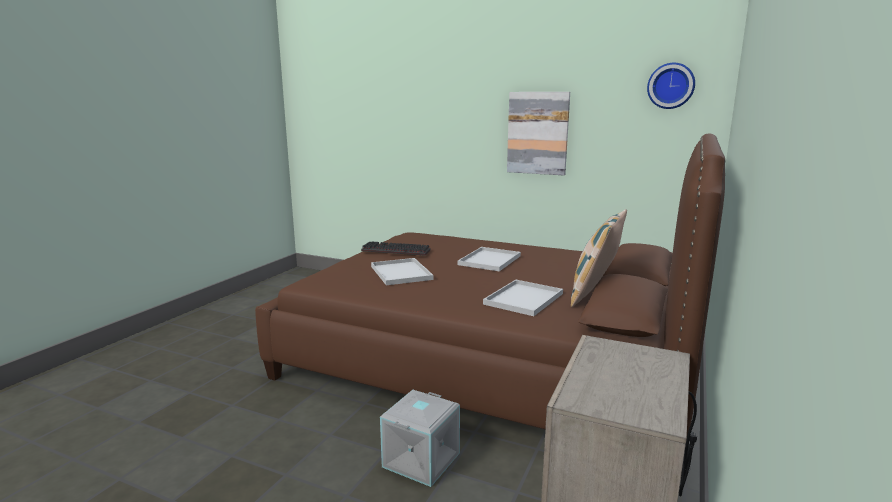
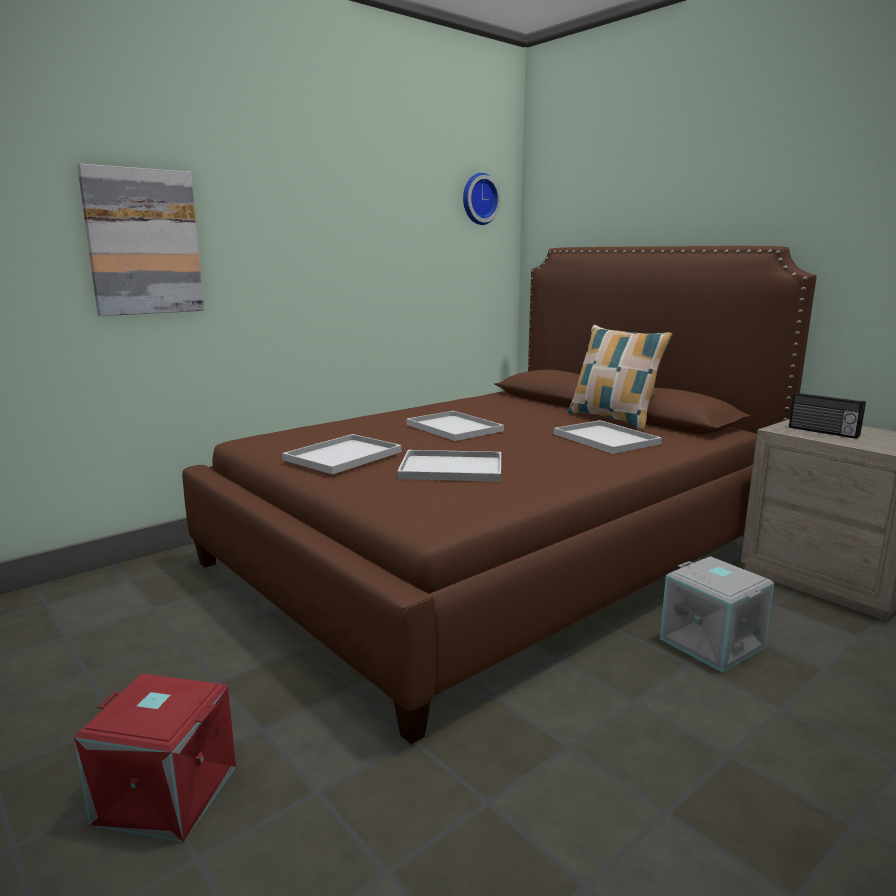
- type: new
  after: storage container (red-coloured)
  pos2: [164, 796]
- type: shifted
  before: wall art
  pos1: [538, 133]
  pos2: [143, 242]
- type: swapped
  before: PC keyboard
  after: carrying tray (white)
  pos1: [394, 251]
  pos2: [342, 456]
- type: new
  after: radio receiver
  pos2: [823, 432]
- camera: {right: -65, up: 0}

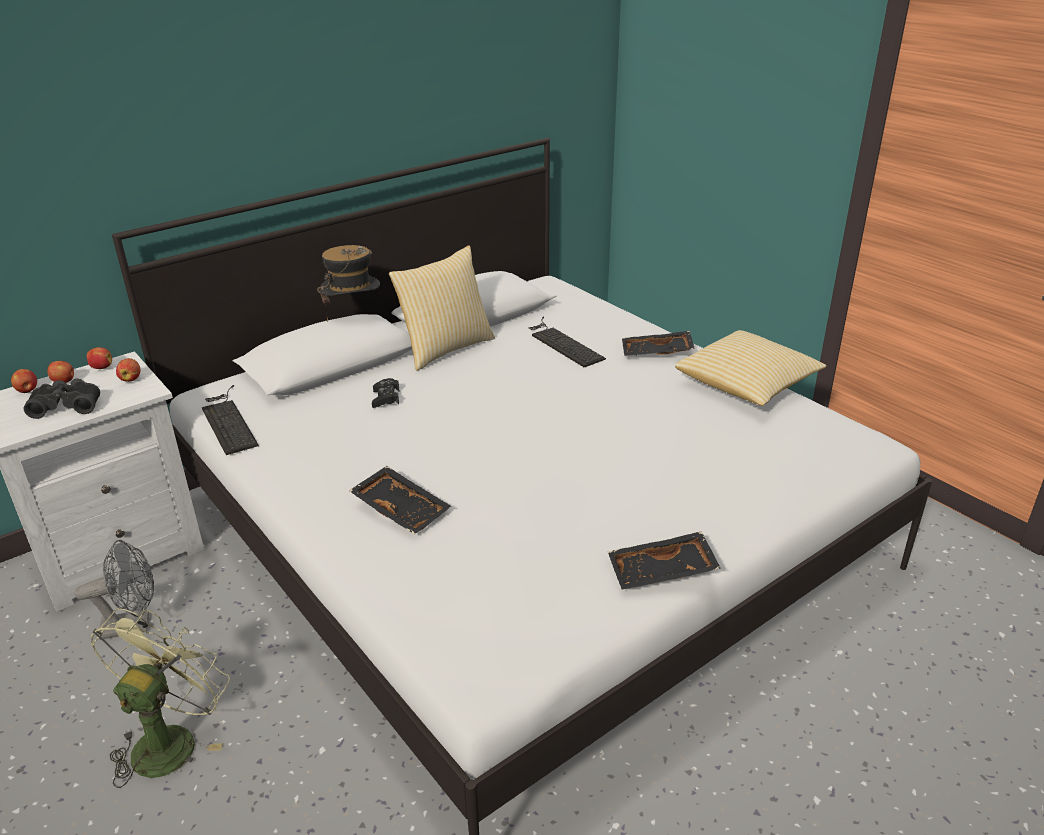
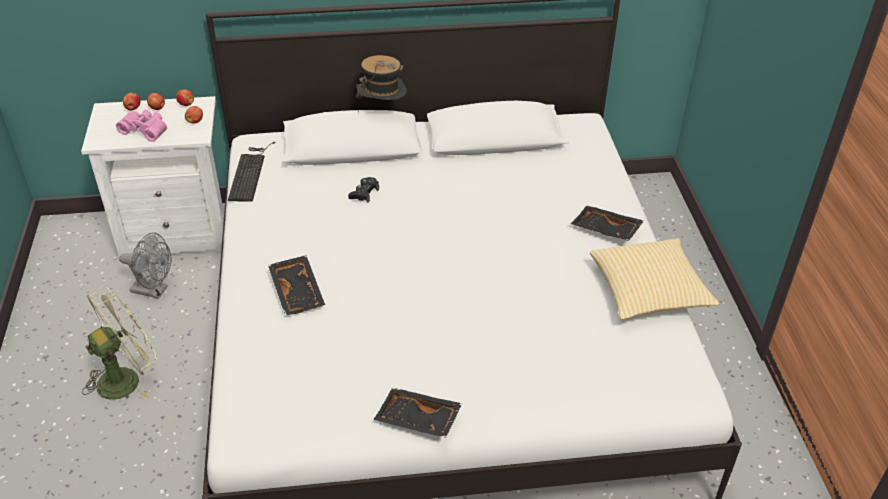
- type: repainted
  before: binoculars (black)
  after: binoculars (pinkish)
  pos1: [67, 405]
  pos2: [145, 130]
- type: gone
  before: pillow
  pos1: [445, 348]
- type: gone
  before: PC keyboard
  pos1: [562, 343]
- camera: {right: 30, up: 10}

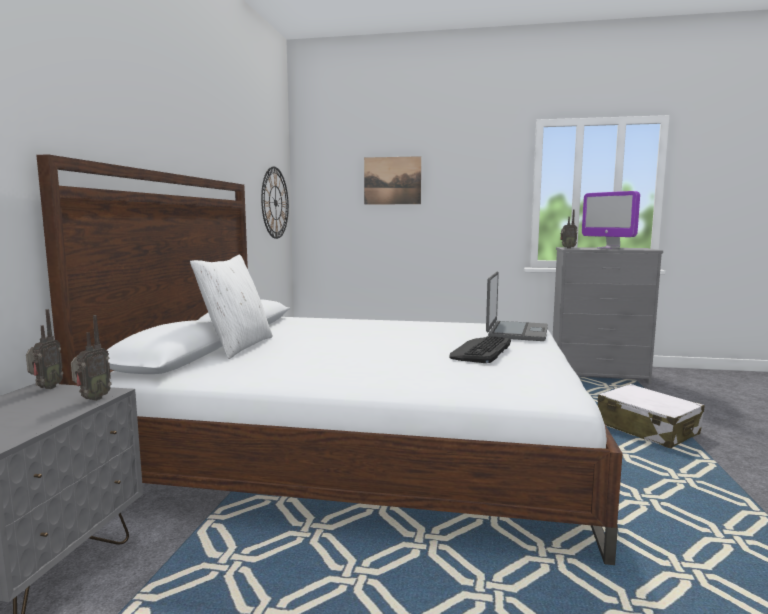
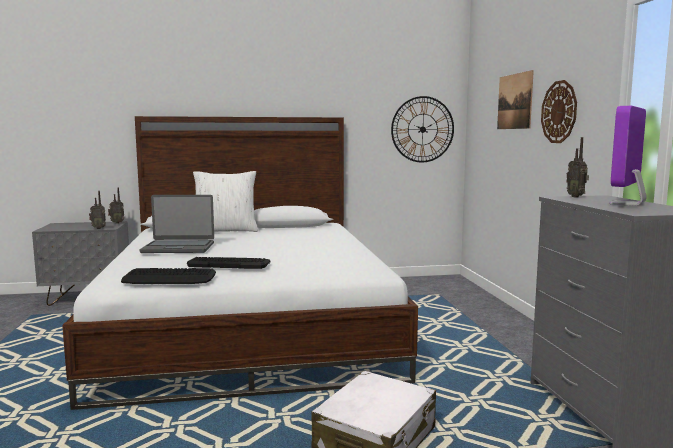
- type: new
  after: PC keyboard
  pos2: [169, 278]
- type: shifted
  before: notebook computer
  pos1: [516, 332]
  pos2: [178, 248]
- type: new
  after: clock on the wall
  pos2: [559, 112]
- camera: {right: 70, up: 0}

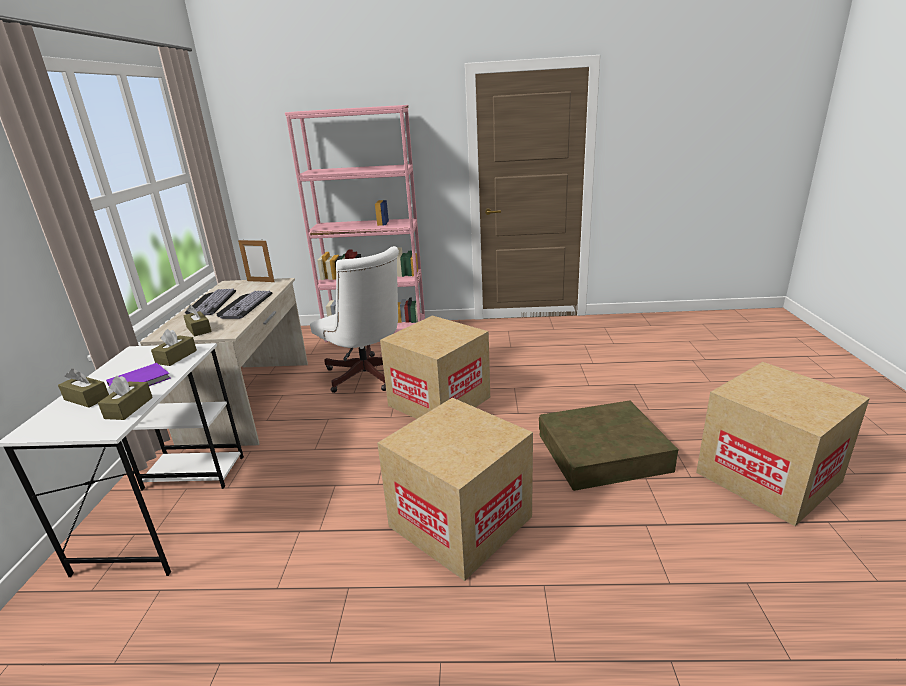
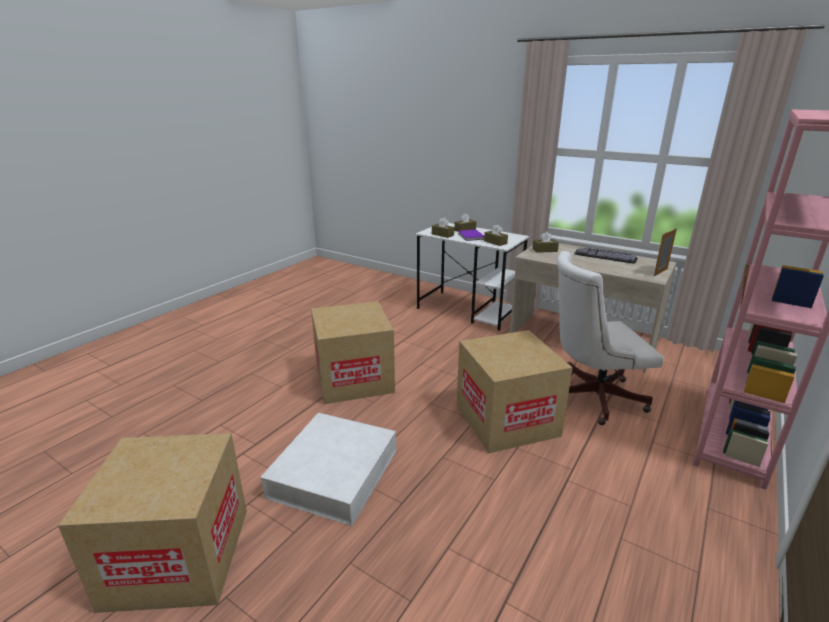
- type: repainted
  before: storage container (brownish)
  after: storage container (white)
  pos1: [603, 452]
  pos2: [334, 473]
- type: gone
  before: PC keyboard
  pos1: [243, 305]
- camera: {right: 120, up: 0}

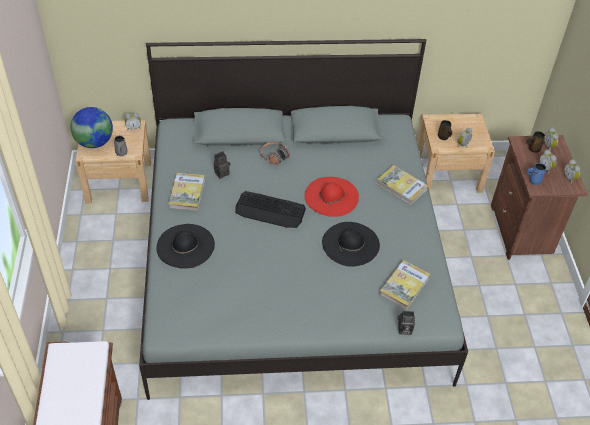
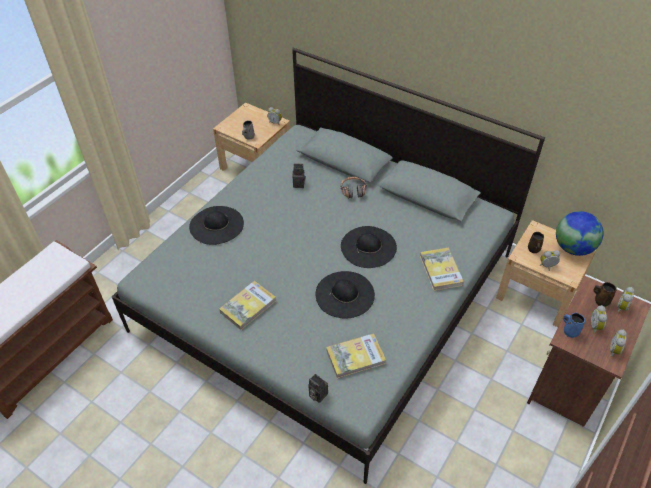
- type: shifted
  before: volume
  pos1: [187, 193]
  pos2: [248, 306]
- type: repainted
  before: clothing hat (red-coloured)
  after: clothing hat (black)
  pos1: [331, 196]
  pos2: [368, 247]
- type: shifted
  before: globe
  pos1: [94, 142]
  pos2: [573, 248]
- type: gone
  before: PC keyboard
  pos1: [270, 210]
- camera: {right: 40, up: 0}

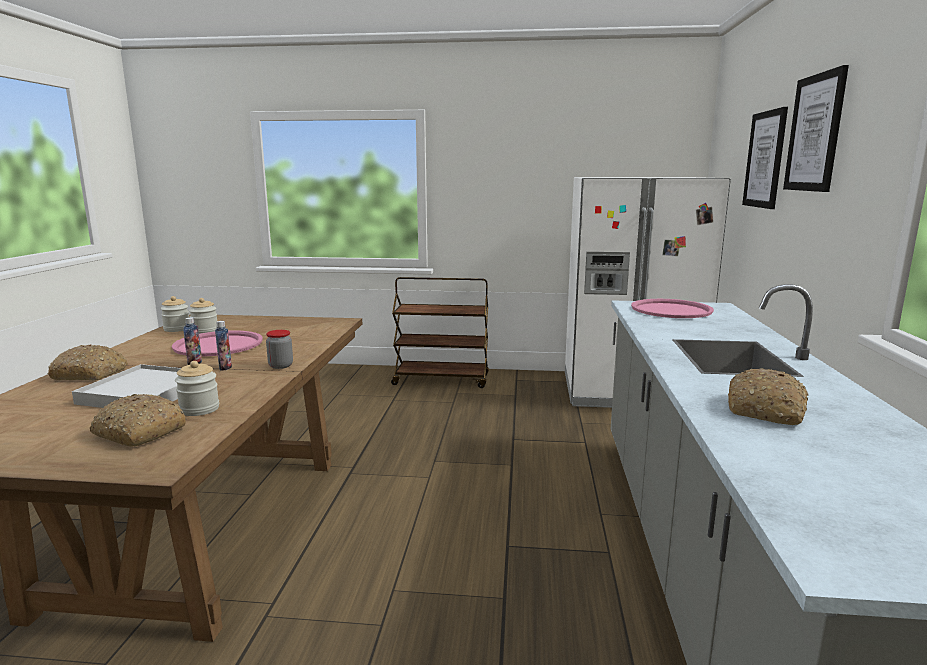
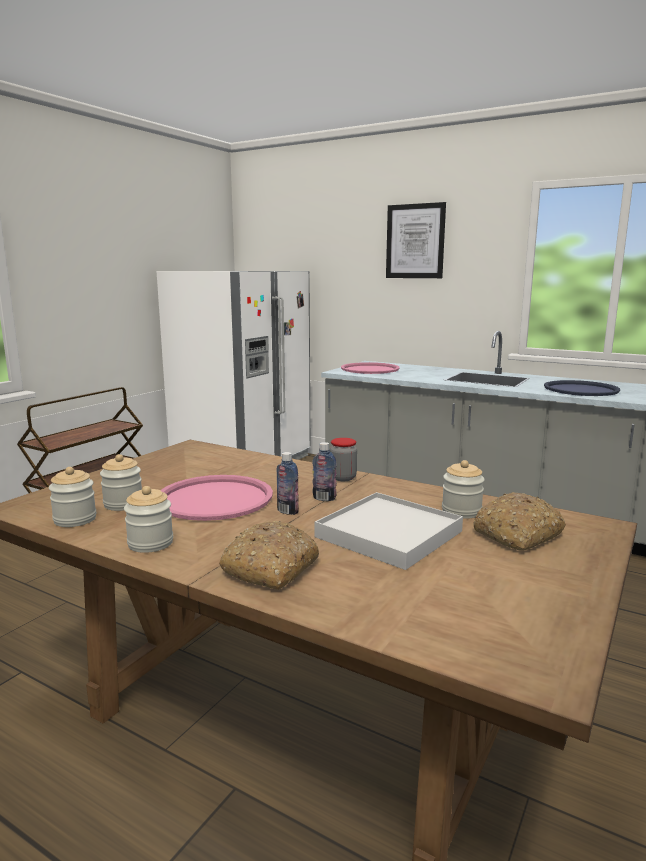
- type: new
  after: storage jar
  pos2: [150, 543]
- type: swapped
  before: bread
  after: carrying tray (bluish)
  pos1: [766, 410]
  pos2: [581, 389]
- type: gone
  before: wall art
  pos1: [765, 159]
- camera: {right: -65, up: 0}

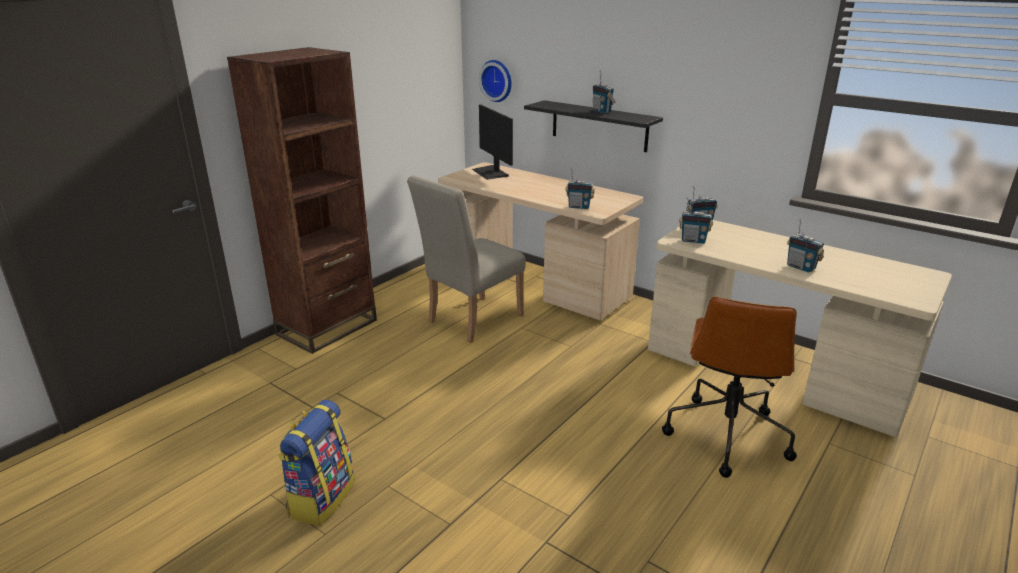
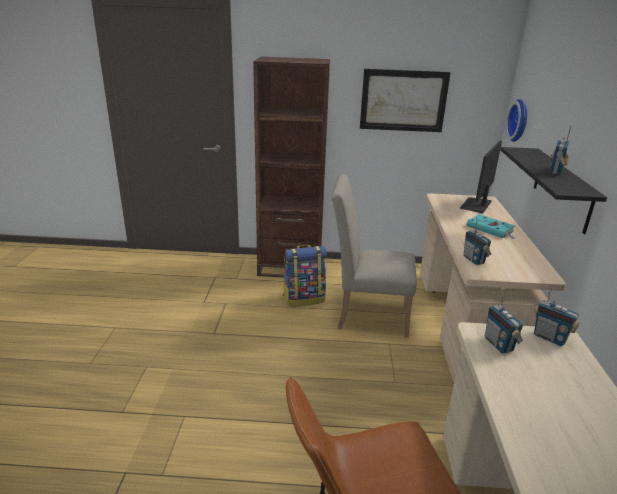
- type: shifted
  before: backpack
  pos1: [321, 498]
  pos2: [304, 298]
- type: new
  after: wall art
  pos2: [403, 100]
- type: new
  after: volume (turquoise)
  pos2: [491, 229]
- type: gone
  before: radio receiver
  pos1: [801, 267]
- camera: {right: 55, up: 0}

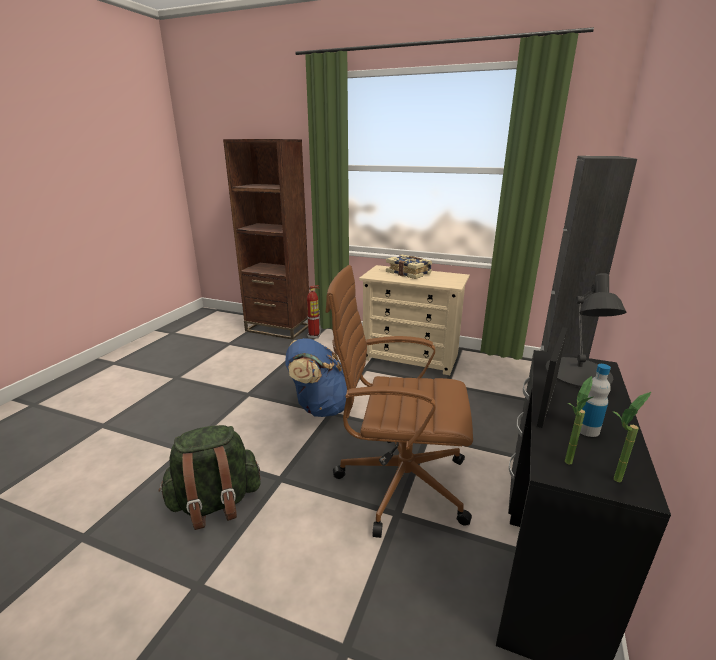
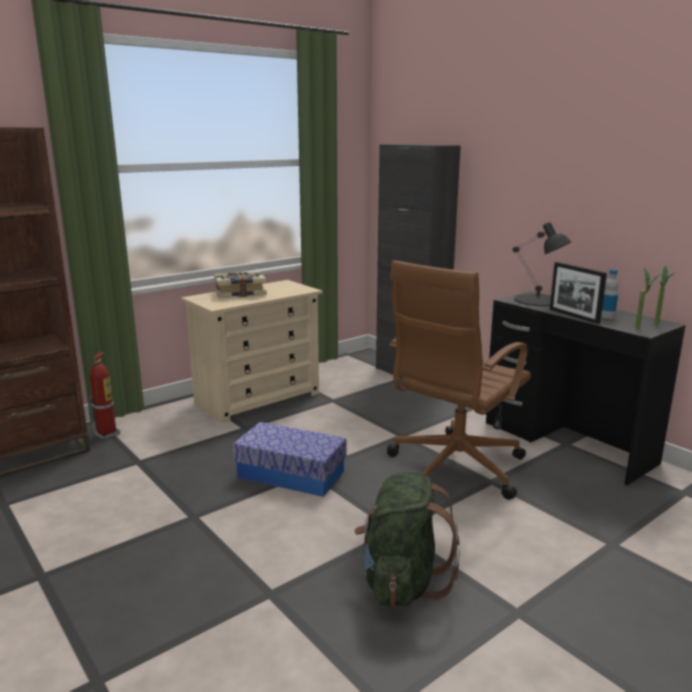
- type: swapped
  before: backpack (bluish)
  after: storage container
  pos1: [320, 407]
  pos2: [290, 474]
- camera: {right: -60, up: -5}

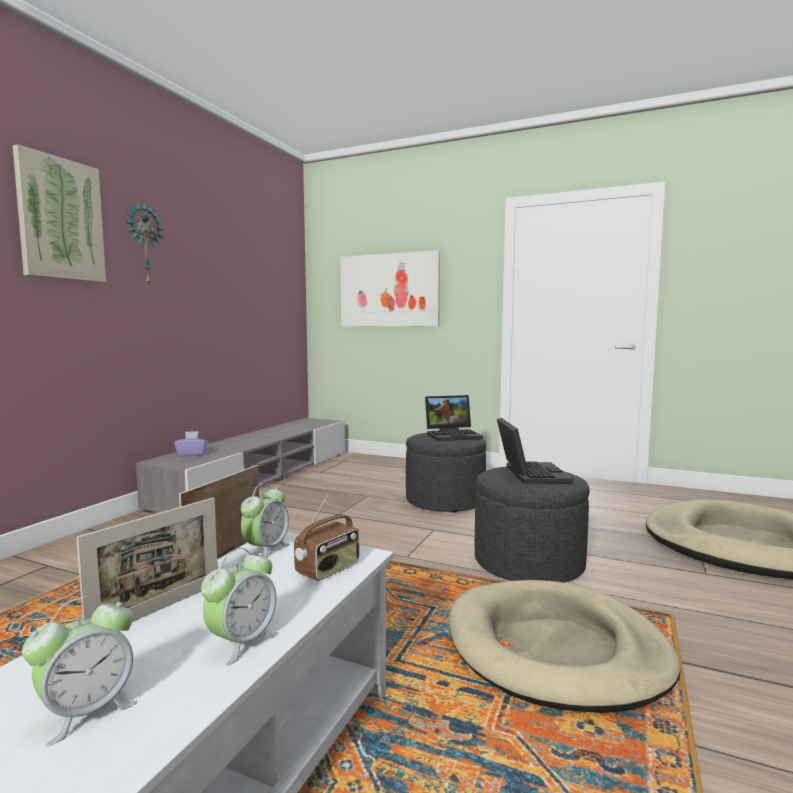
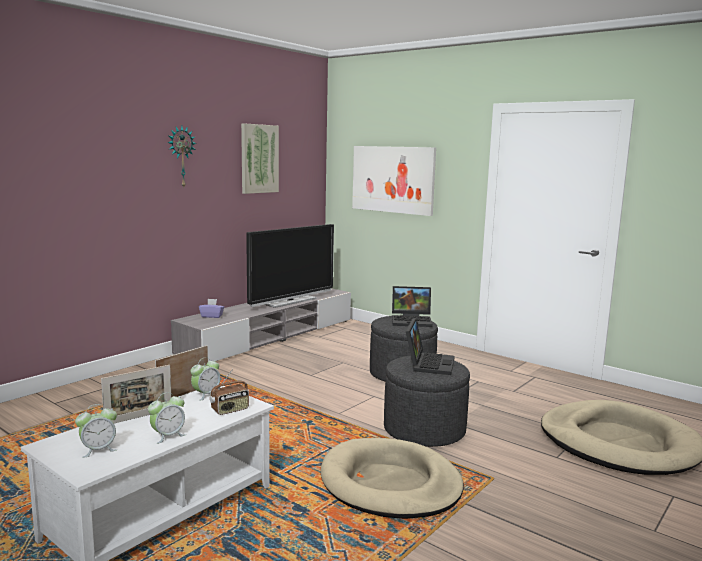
- type: shifted
  before: wall art
  pos1: [60, 219]
  pos2: [259, 159]
- type: new
  after: TV
  pos2: [290, 301]
- camera: {right: 15, up: 5}

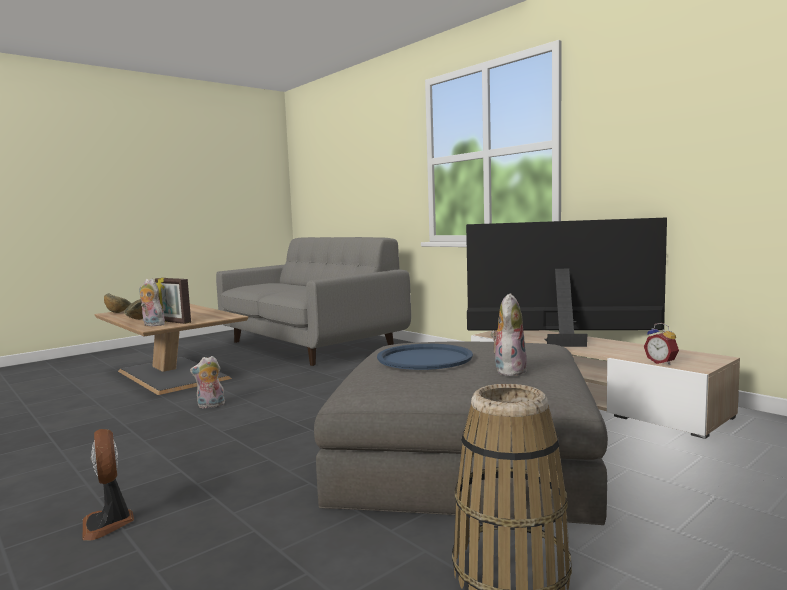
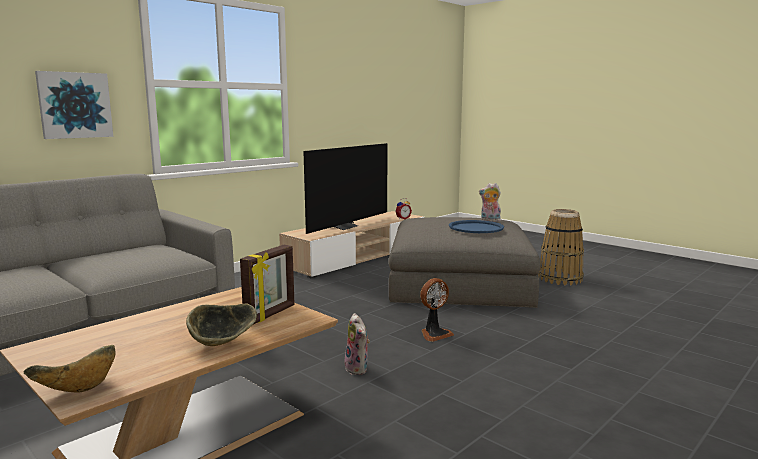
- type: new
  after: wall art
  pos2: [75, 105]
- type: rotated
  before: TV
  pos1: [563, 341]
  pos2: [344, 227]
  turn: -150
- type: shifted
  before: fan
  pos1: [108, 523]
  pos2: [434, 334]
- type: gone
  before: soft toy
  pos1: [152, 325]
- camera: {right: -95, up: 5}

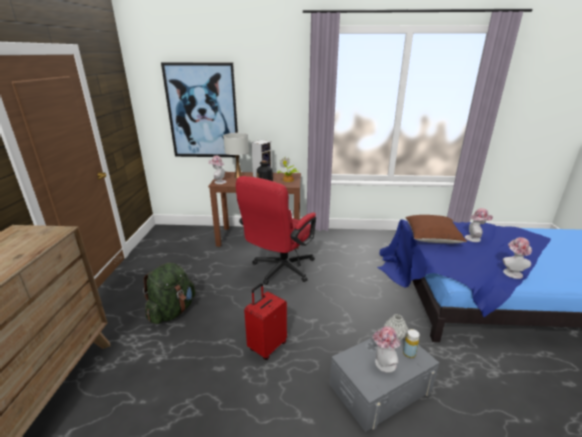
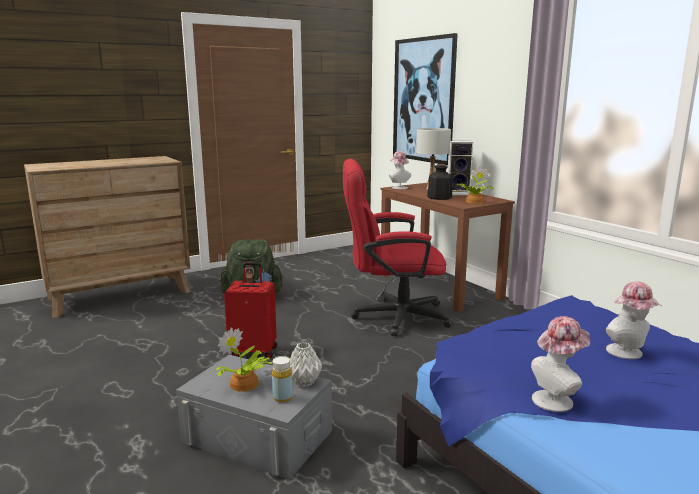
- type: swapped
  before: clothing hat
  after: plant in a pot
  pos1: [382, 364]
  pos2: [244, 385]
- type: gone
  before: pillow (brownish)
  pos1: [432, 238]
- camera: {right: 55, up: -10}

